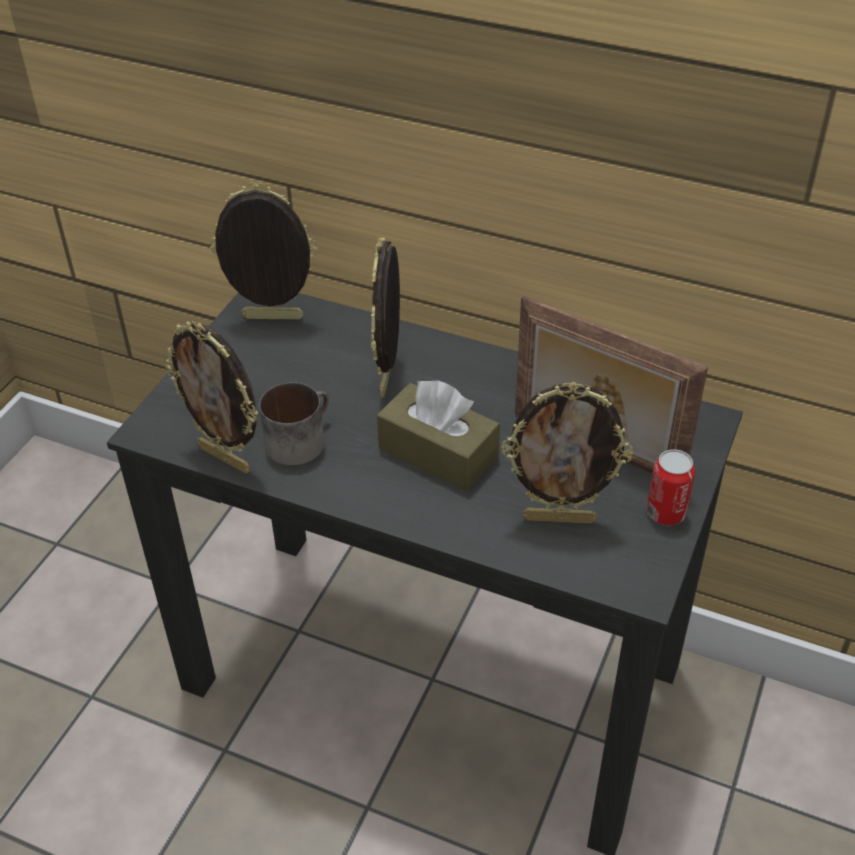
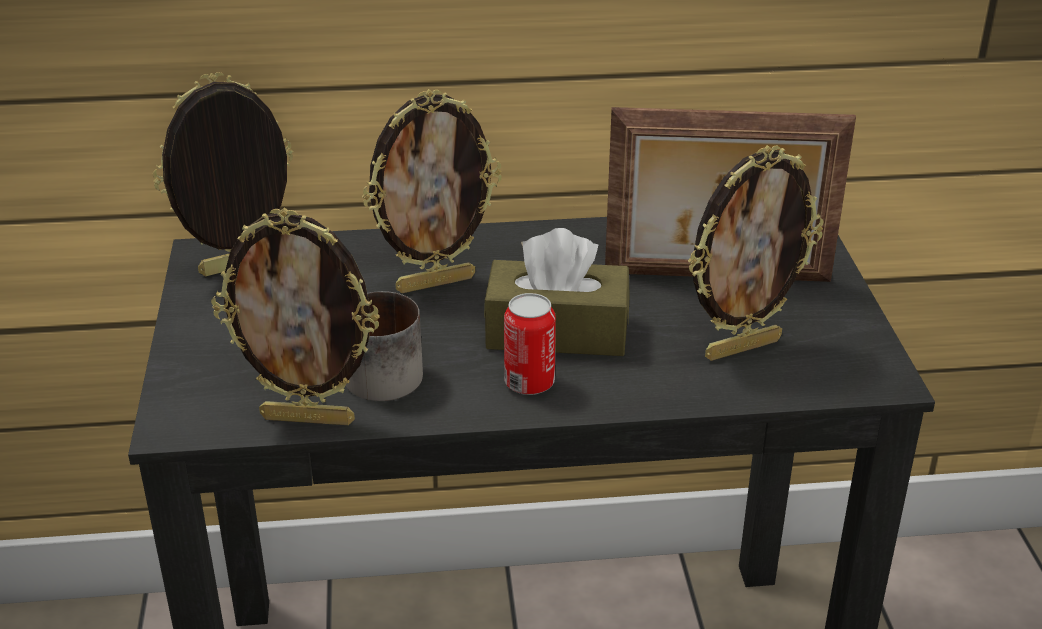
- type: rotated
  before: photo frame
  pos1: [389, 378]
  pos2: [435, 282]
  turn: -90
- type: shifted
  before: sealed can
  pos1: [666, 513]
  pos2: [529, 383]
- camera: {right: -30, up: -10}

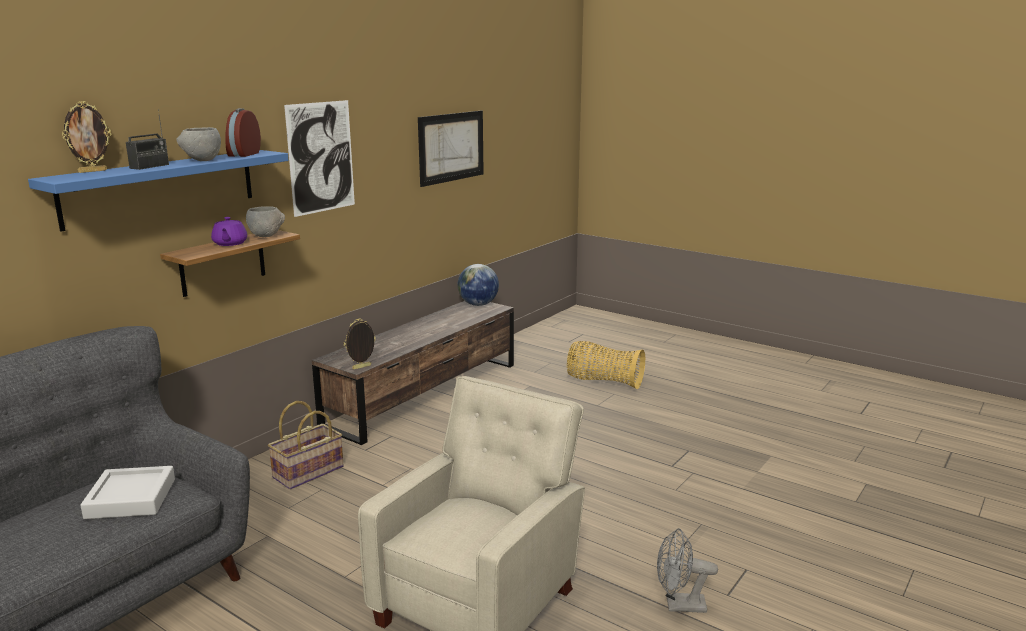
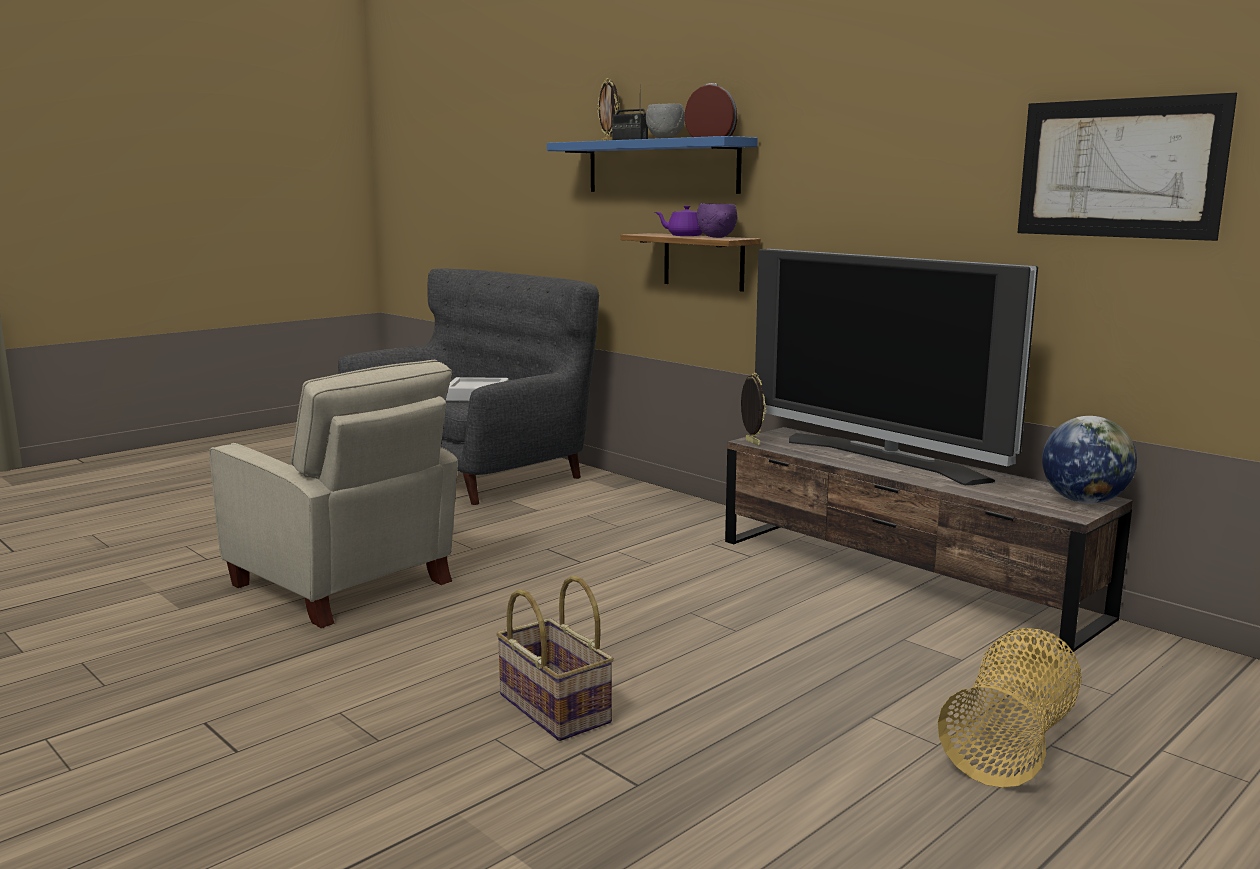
- type: shifted
  before: storage basket
  pos1: [308, 473]
  pos2: [552, 709]
- type: repainted
  before: deep dish (gray)
  after: deep dish (purple-coloured)
  pos1: [266, 236]
  pos2: [716, 237]
- type: new
  after: TV
  pos2: [883, 459]
- type: gone
  before: wall art
  pos1: [321, 157]
- type: gone
  before: fan (gray)
  pos1: [679, 605]
- camera: {right: 100, up: -5}

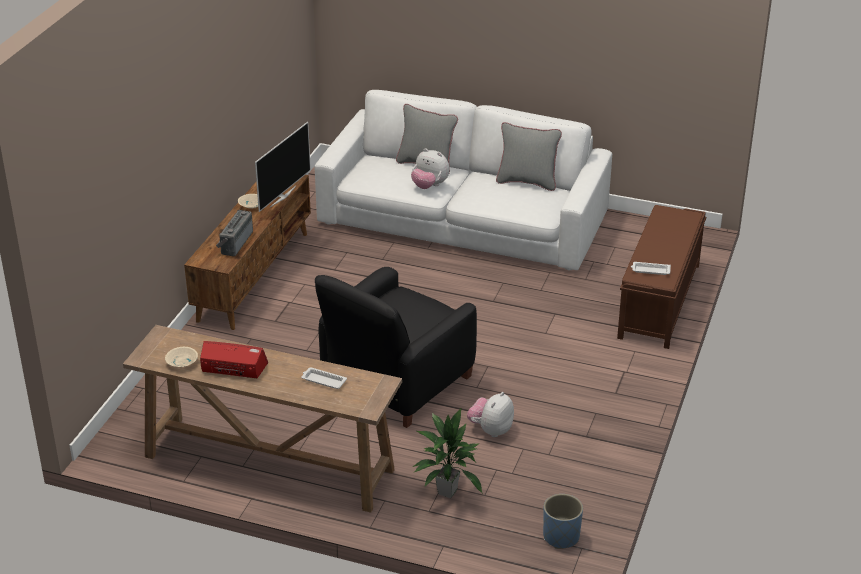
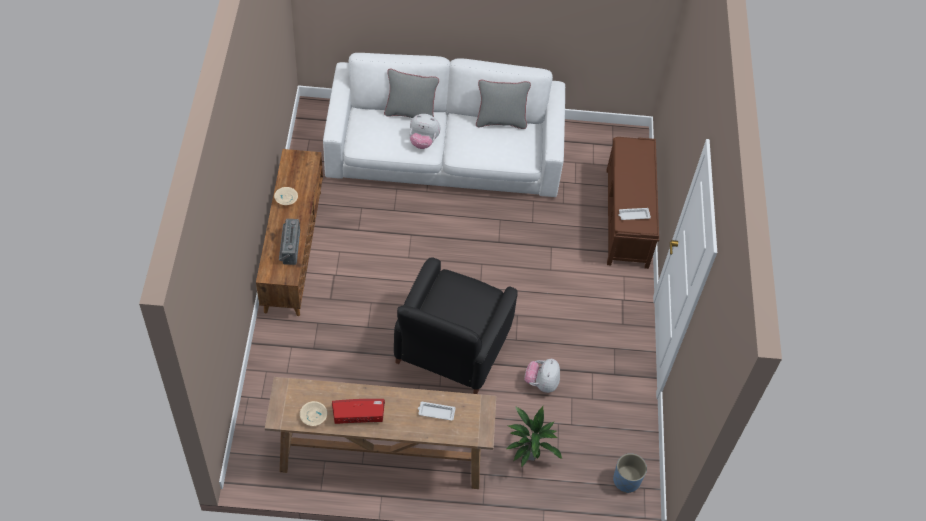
- type: gone
  before: TV
  pos1: [282, 196]
- camera: {right: -20, up: 20}

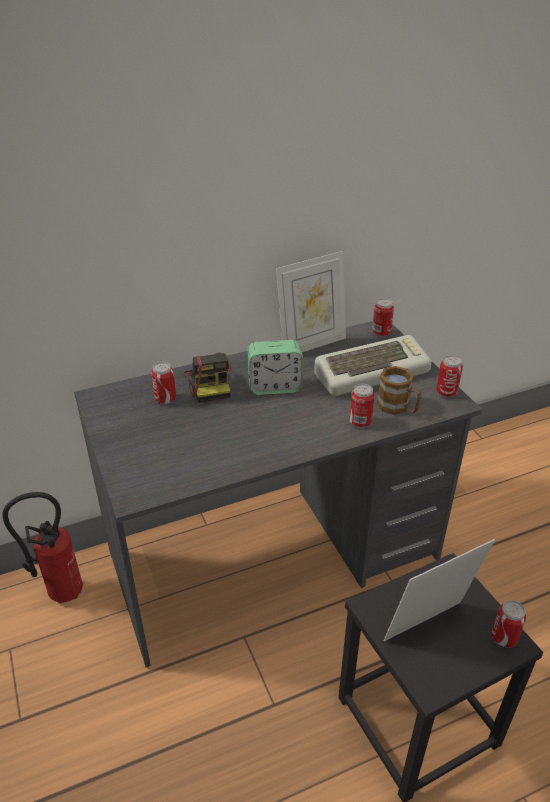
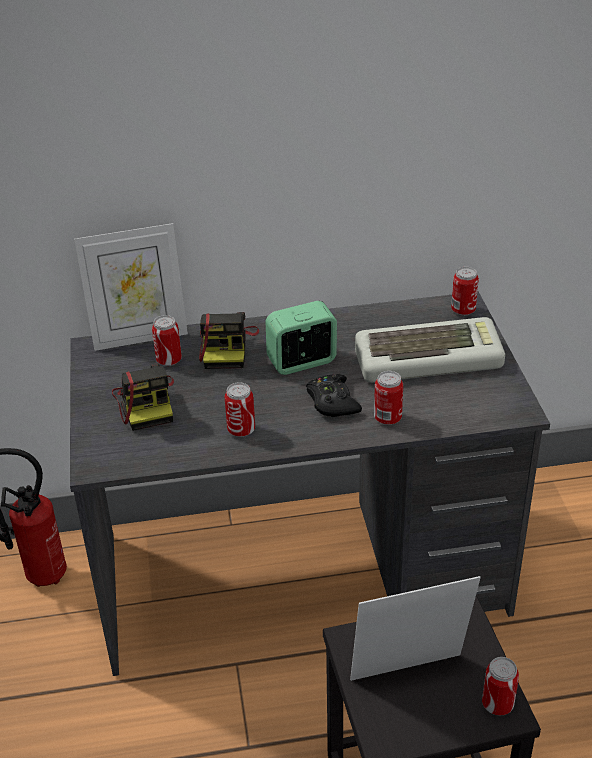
- type: shifted
  before: photo frame
  pos1: [311, 344]
  pos2: [140, 336]
- type: new
  after: still camera
  pos2: [146, 403]
- type: shifted
  before: sealed can
  pos1: [446, 392]
  pos2: [241, 430]
- type: rotated
  before: table clock
  pos1: [275, 387]
  pos2: [302, 362]
  turn: 150
- type: new
  after: game controller (black)
  pos2: [332, 402]
- type: gone
  before: tea mug
  pos1: [398, 408]
- camera: {right: 15, up: 0}

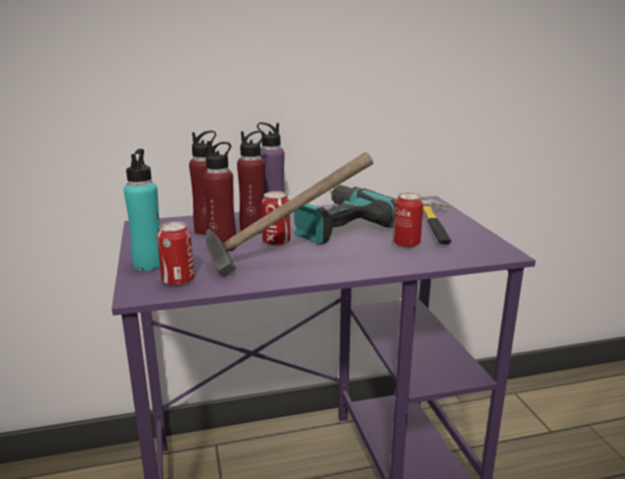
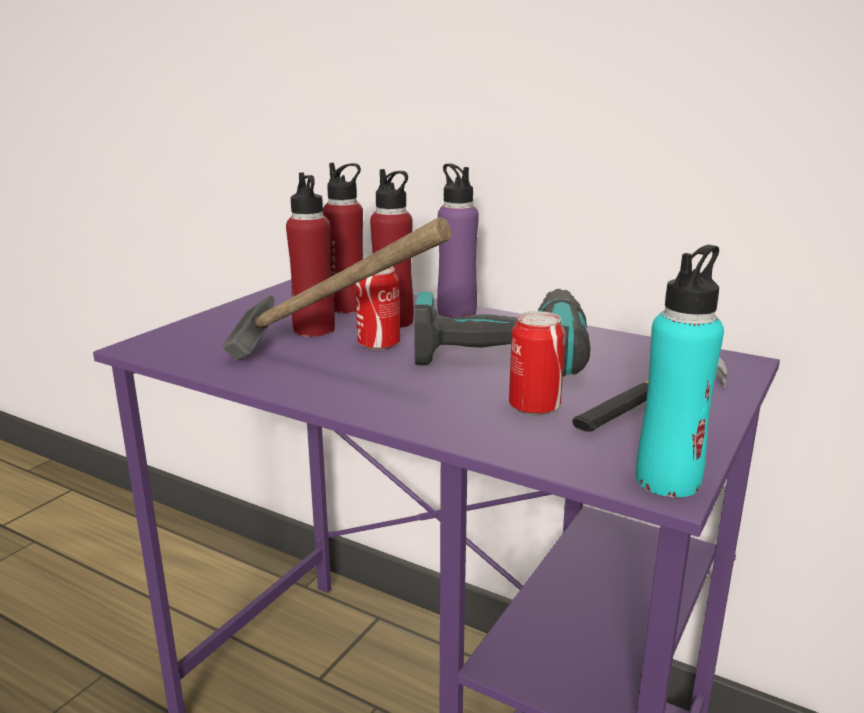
- type: shifted
  before: bottle (turquoise)
  pos1: [149, 264]
  pos2: [668, 480]
- type: gone
  before: sealed can
  pos1: [178, 280]
- camera: {right: 45, up: 0}

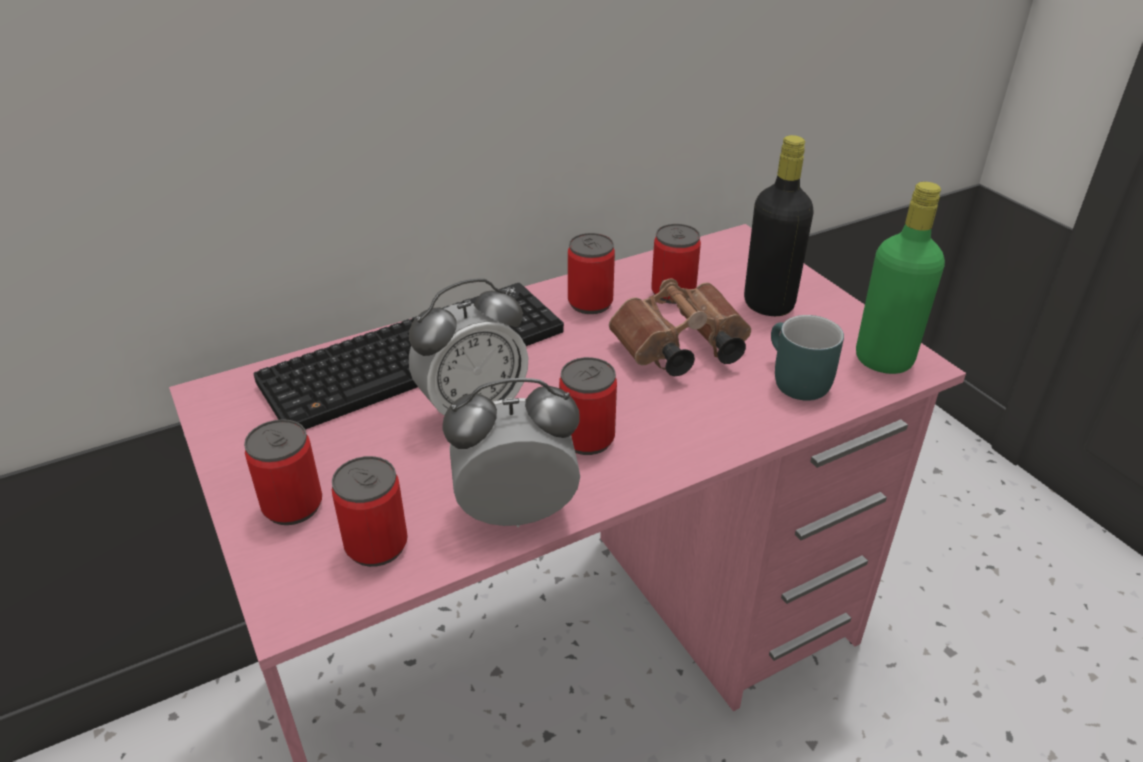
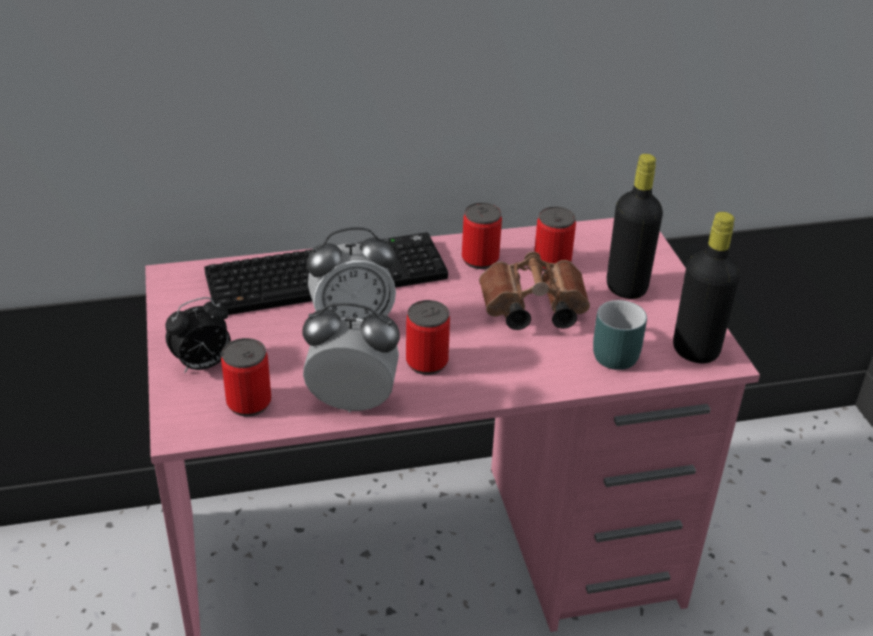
- type: swapped
  before: sealed can
  after: table clock
  pos1: [293, 506]
  pos2: [203, 365]
- type: repainted
  before: bottle (green-coloured)
  after: bottle (black)
  pos1: [883, 360]
  pos2: [695, 351]
- camera: {right: 15, up: 0}

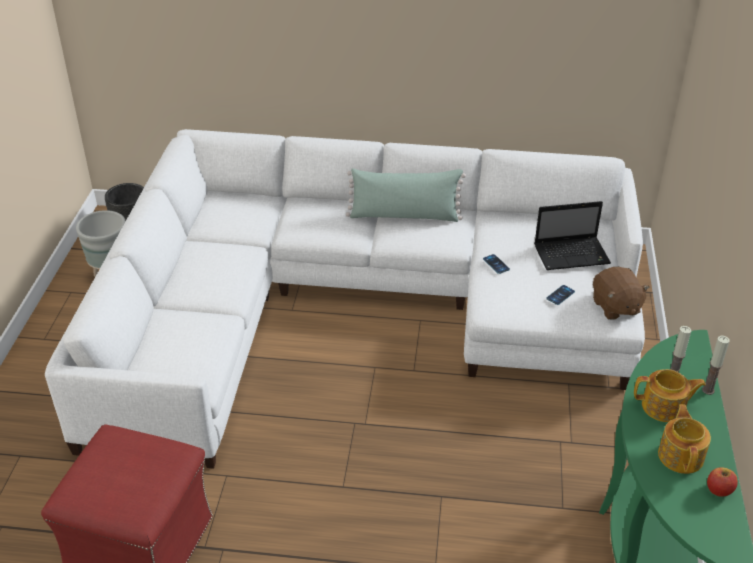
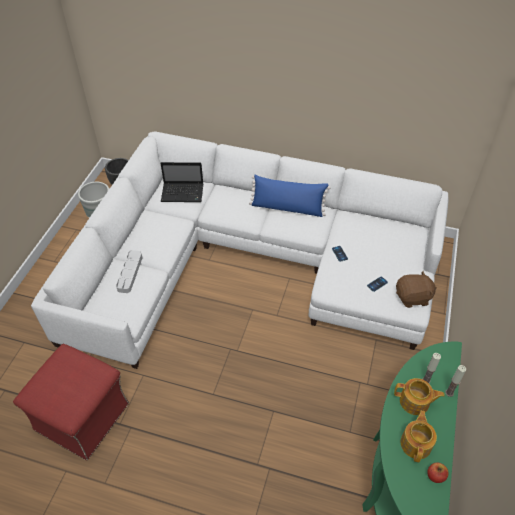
- type: new
  after: carrying tray (gray)
  pos2: [130, 273]
- type: shifted
  before: notebook computer
  pos1: [573, 254]
  pos2: [183, 193]
- type: repainted
  before: pillow (green-coloured)
  after: pillow (bluish)
  pos1: [404, 216]
  pos2: [287, 208]
- type: rotated
  before: soft toy (brownish)
  pos1: [615, 307]
  pos2: [413, 298]
  turn: -90
- camera: {right: 10, up: 10}

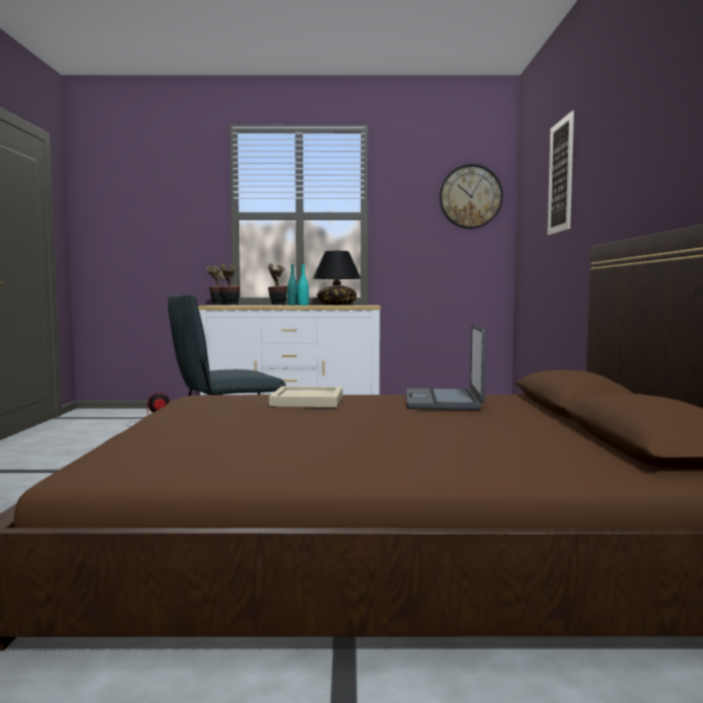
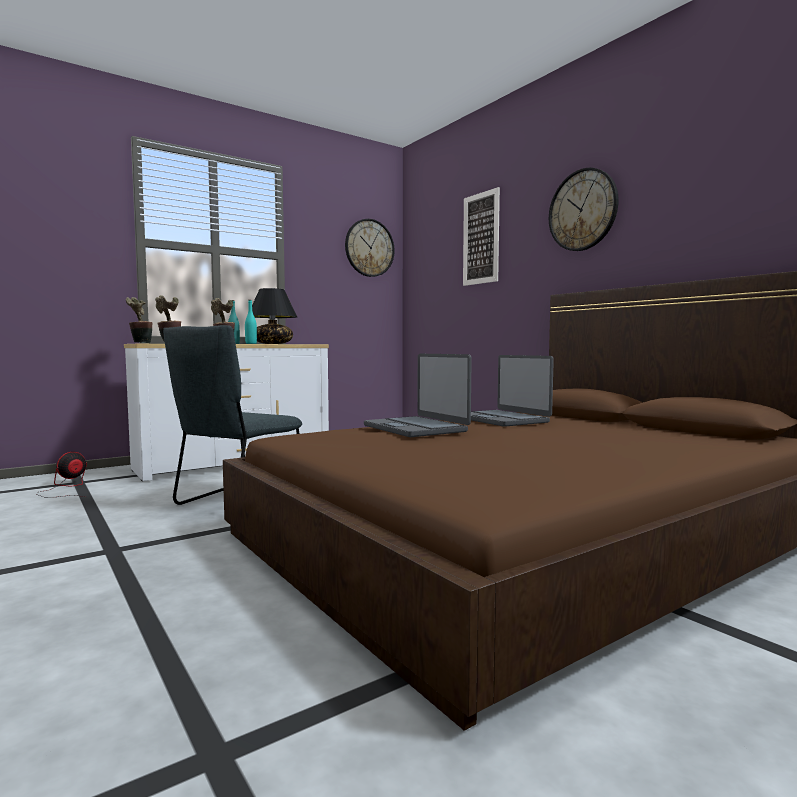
- type: swapped
  before: carrying tray (beige)
  after: notebook computer
  pos1: [308, 401]
  pos2: [416, 428]
- type: new
  after: clock on the wall
  pos2: [582, 210]
- camera: {right: -35, up: 0}

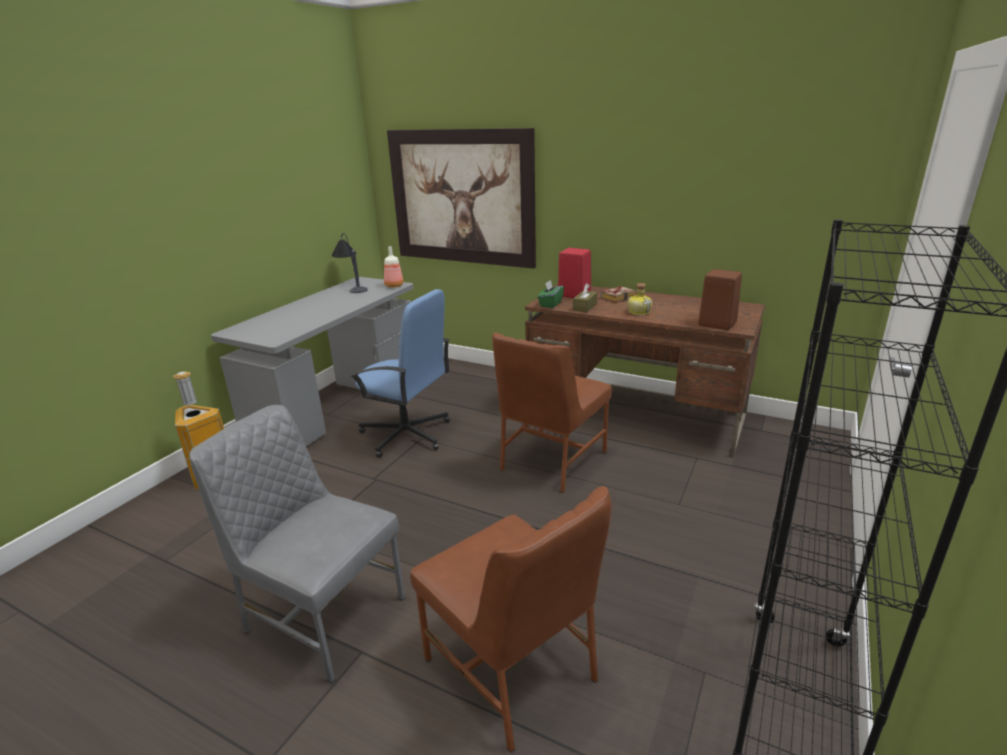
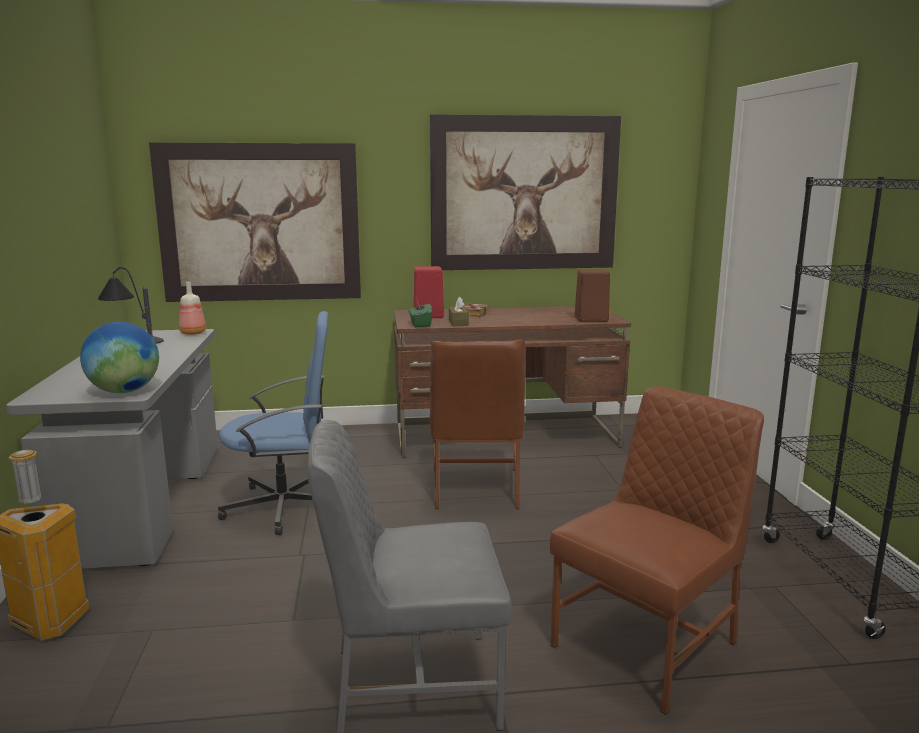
- type: new
  after: globe
  pos2: [124, 391]
- type: new
  after: wall art
  pos2: [524, 194]
- type: rotated
  before: plain chair (brownish)
  pos1: [513, 670]
  pos2: [648, 644]
  turn: -60
- type: gone
  before: bottle
  pos1: [639, 312]
- camera: {right: -35, up: -10}

